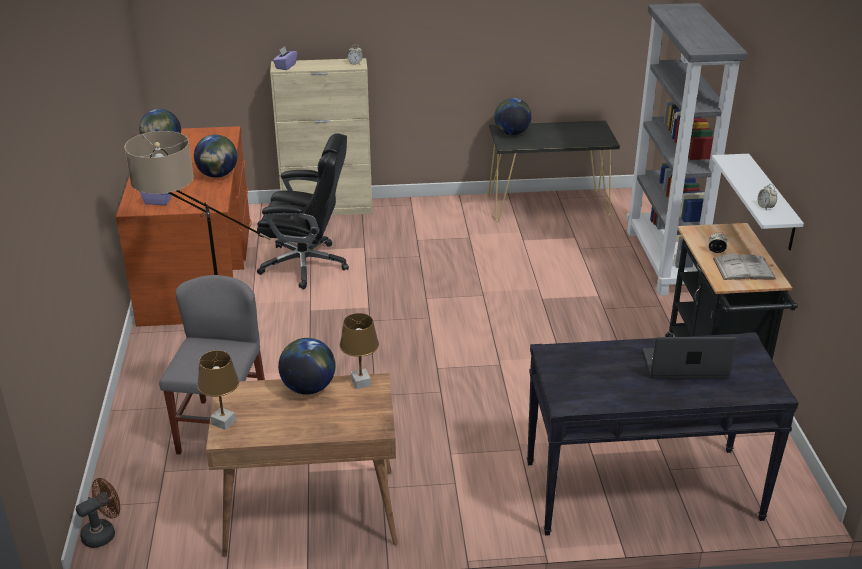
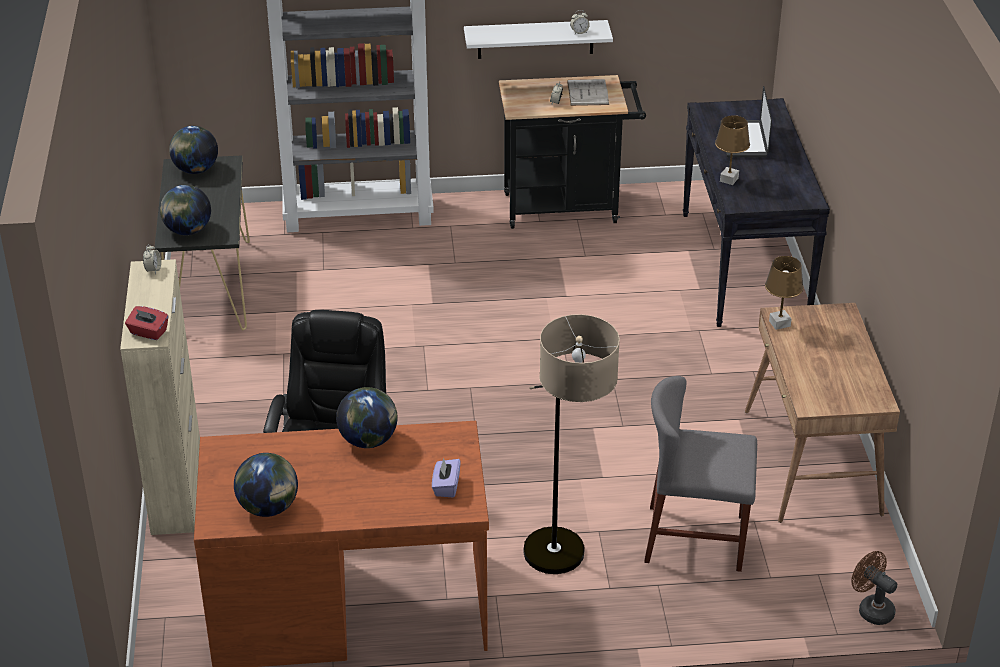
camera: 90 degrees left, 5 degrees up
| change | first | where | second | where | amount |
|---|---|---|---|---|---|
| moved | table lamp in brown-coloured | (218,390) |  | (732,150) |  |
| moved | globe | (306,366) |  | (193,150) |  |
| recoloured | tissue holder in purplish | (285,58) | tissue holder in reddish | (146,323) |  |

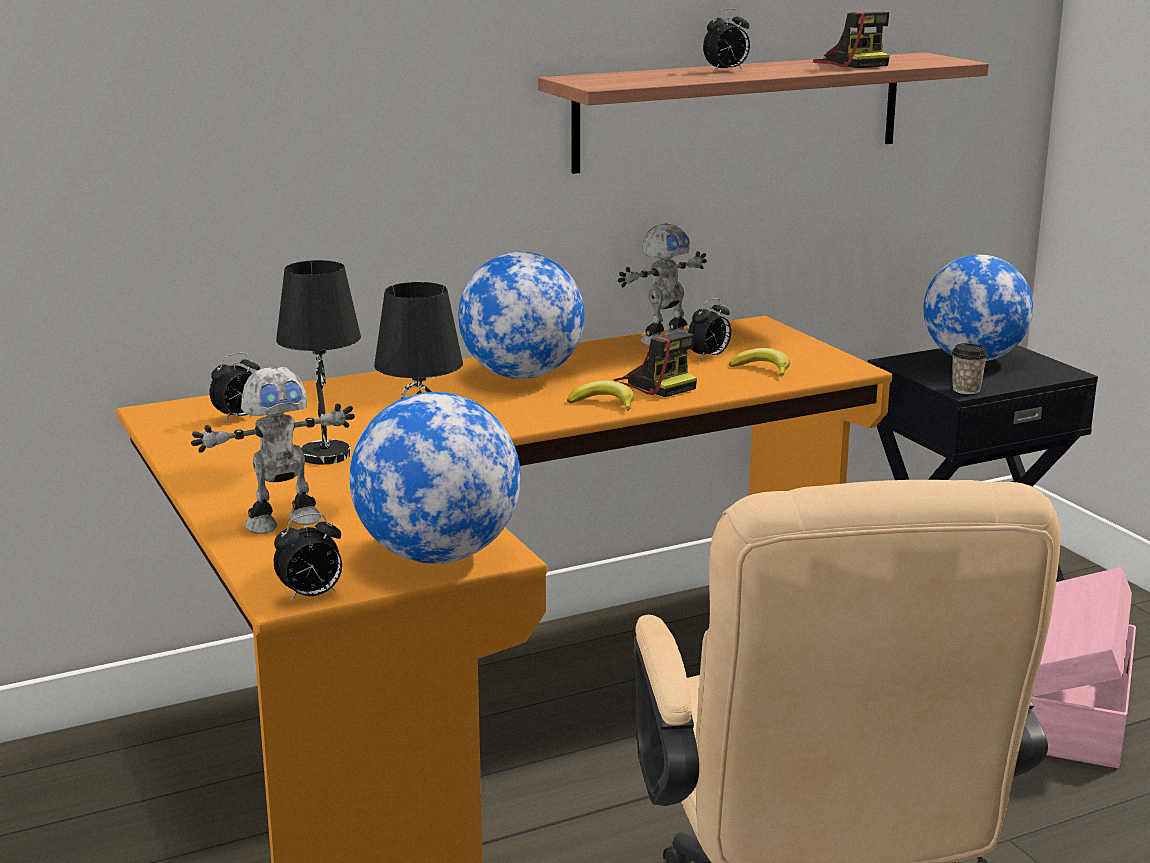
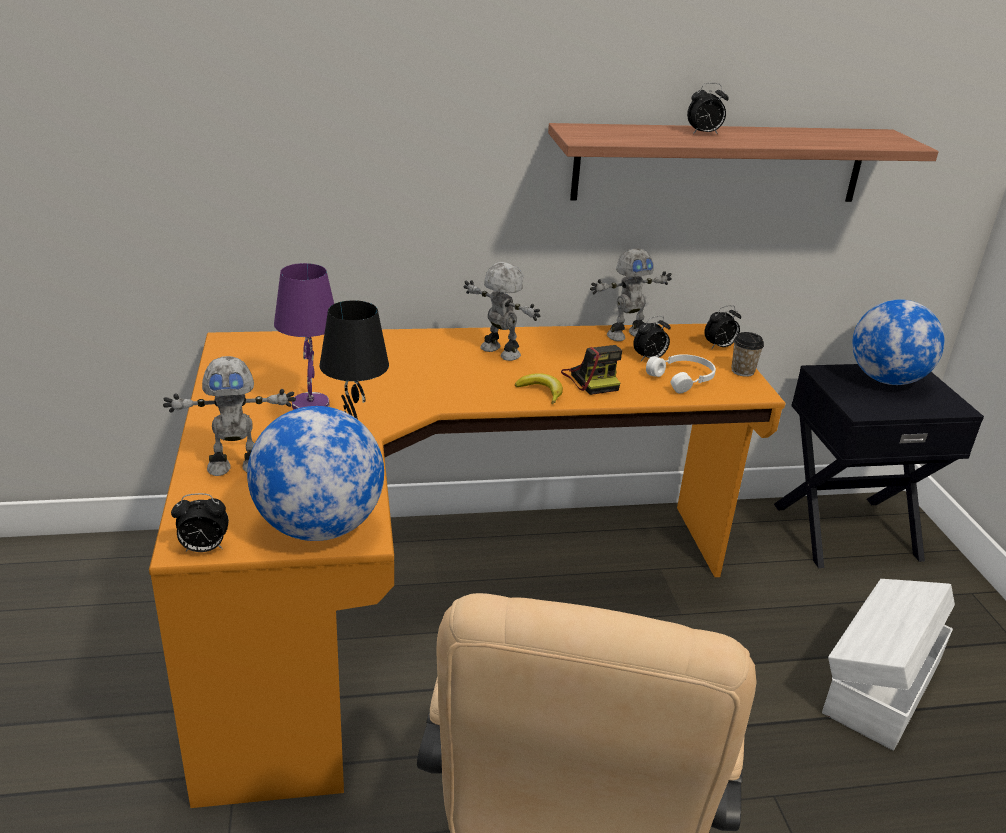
camera: 15 degrees right, 10 degrees up
| change | first | where | second | where | amount |
|---|---|---|---|---|---|
| removed | still camera | (851,40) |  |  |  |
| moved | table clock | (234,387) |  | (722,327) |  |
| moved | cup | (969,368) |  | (747,354) |  |
| replaced | globe | (521,315) | toy robot | (502,311) |  |
| replaced | banana | (759,362) | pair of headphones in white | (681,374) |  |
| recoloured | table lamp in blackish | (318,362) | table lamp in purplish | (304,336) |  |
| recoloured | storage container in pink-coloured | (1083,667) | storage container in white | (888,665) |  |

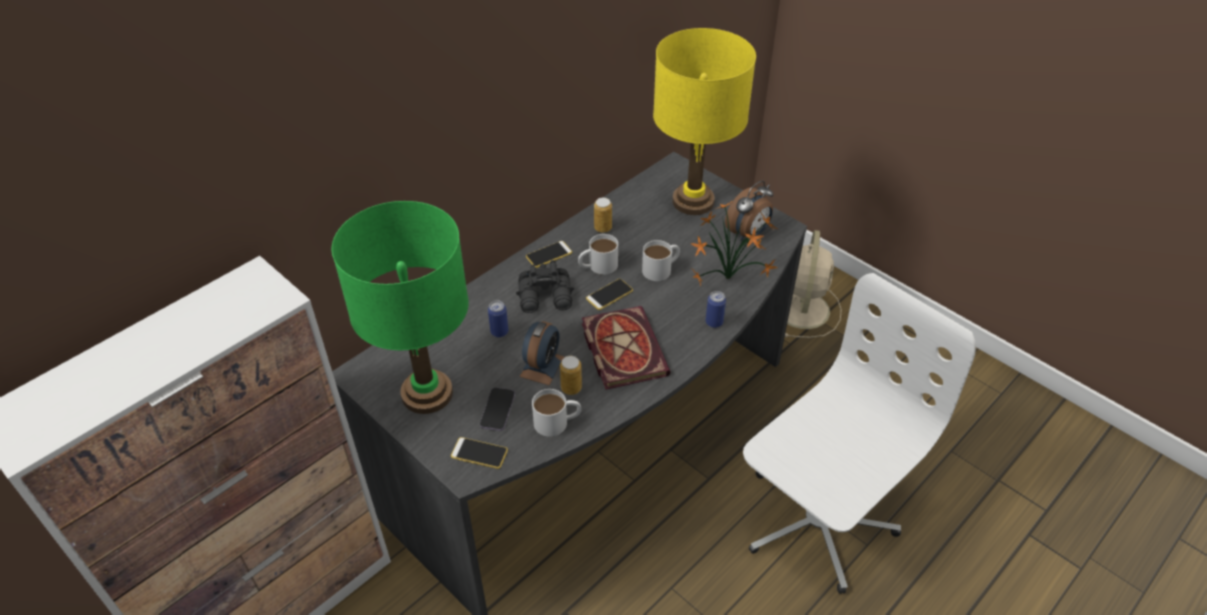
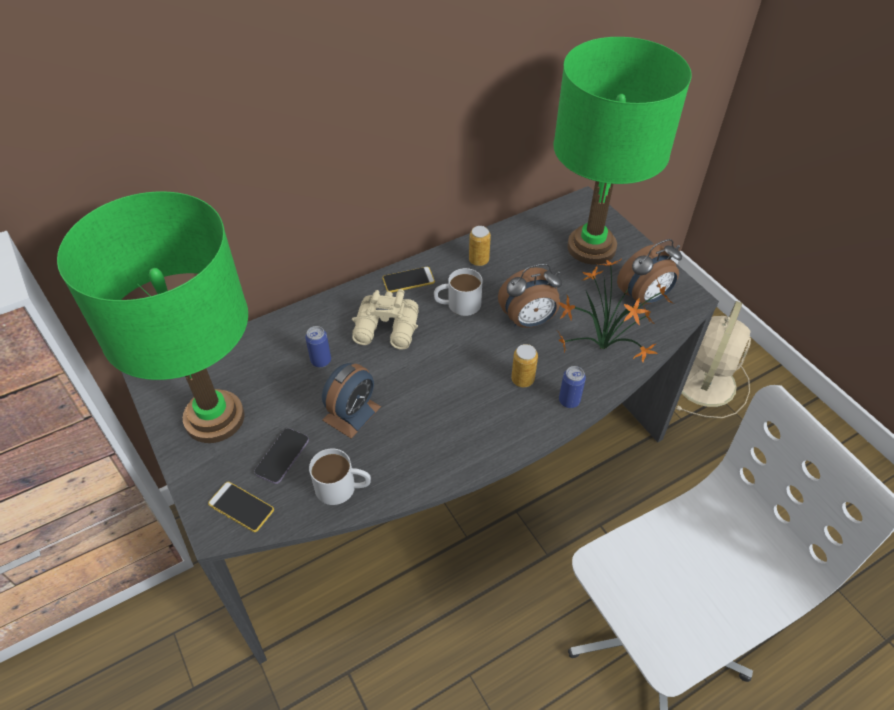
camera: 15 degrees right, 5 degrees up
| change | first | where | second | where | amount |
|---|---|---|---|---|---|
| removed | bound book | (626,348) |  |  |  |
| removed | telephone | (609,294) |  |  |  |
| moved | sealed can | (571,375) |  | (524,365) |  |
| replaced | coffee mug in white | (661,260) | table clock | (530,296) |  |
| recoloured | pair of binoculars in blackish | (545,286) | pair of binoculars in beige | (385,319) |  |
| recoloured | table lamp in yellowish | (704,121) | table lamp in green-coloured | (622,150) |  |

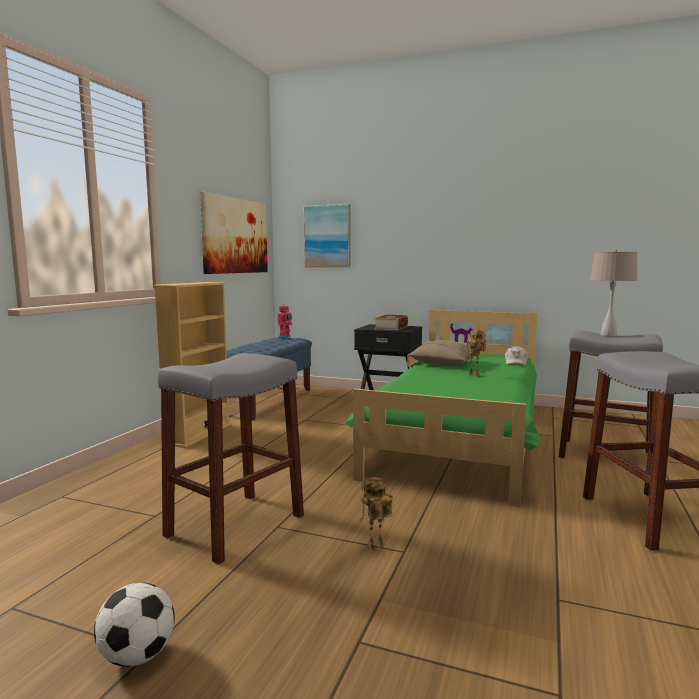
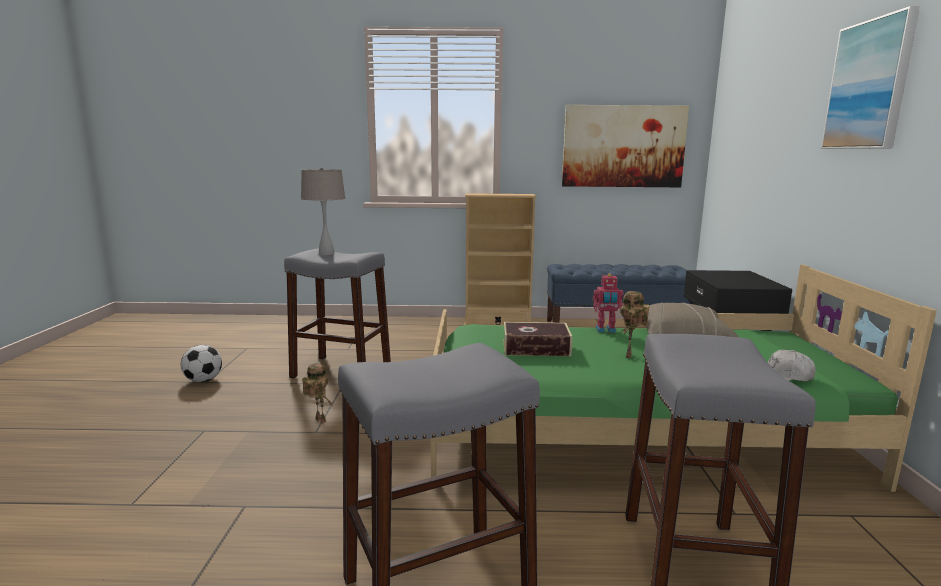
camera: 70 degrees right, 5 degrees up
| change | first | where | second | where | amount |
|---|---|---|---|---|---|
| moved | toy robot | (285,321) |  | (608,303) |  |
| moved | picture | (327,236) |  | (870,77) |  |
| moved | bound book | (391,322) |  | (537,339) |  |
| moved | table lamp in beige | (613,293) |  | (323,211) |  |

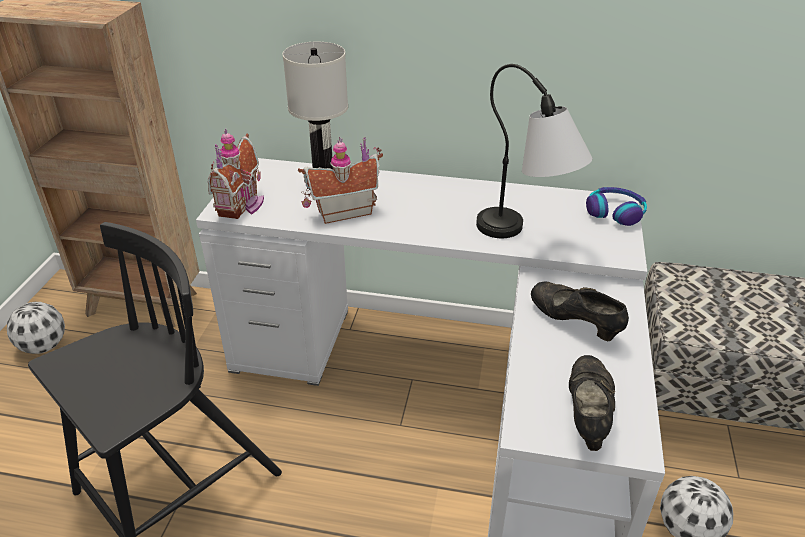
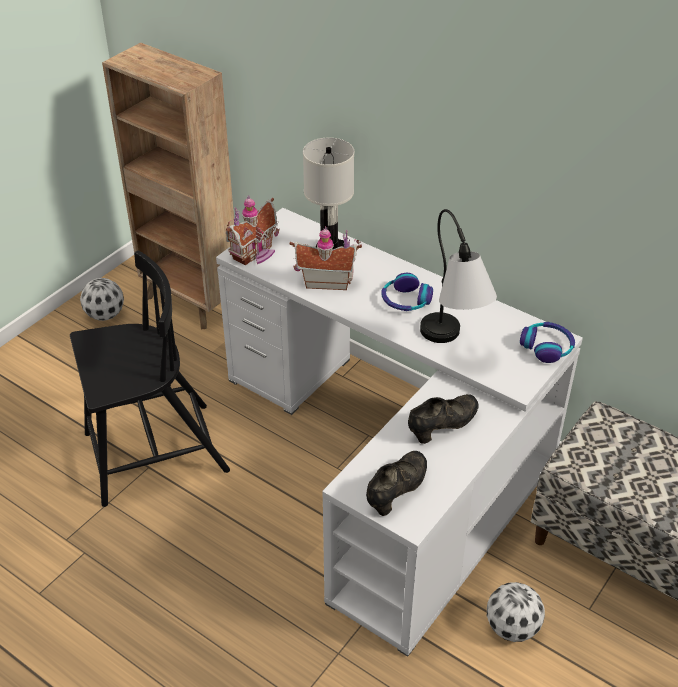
camera: 25 degrees right, 5 degrees up
| change | first | where | second | where | amount |
|---|---|---|---|---|---|
| added |  |  | pair of headphones | (407,292) |  |
| turned | item of footwear in blackish | (580,311) |  | (443,419) | 75 degrees clockwise |

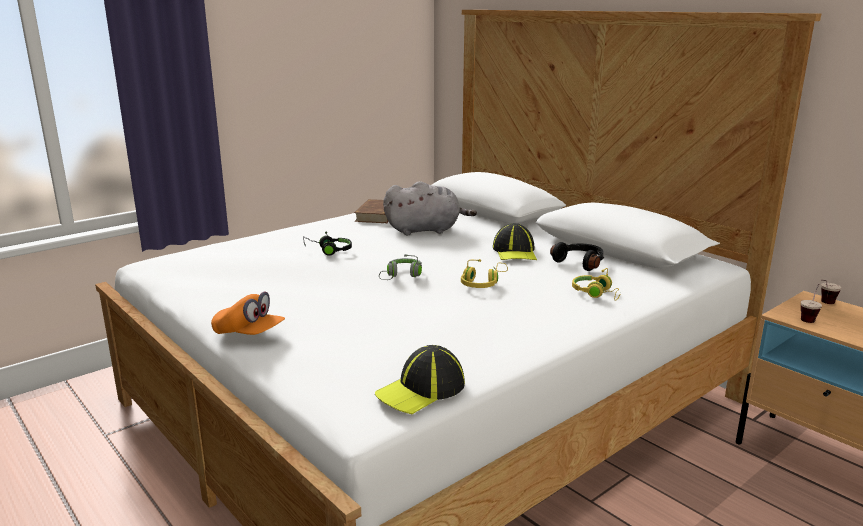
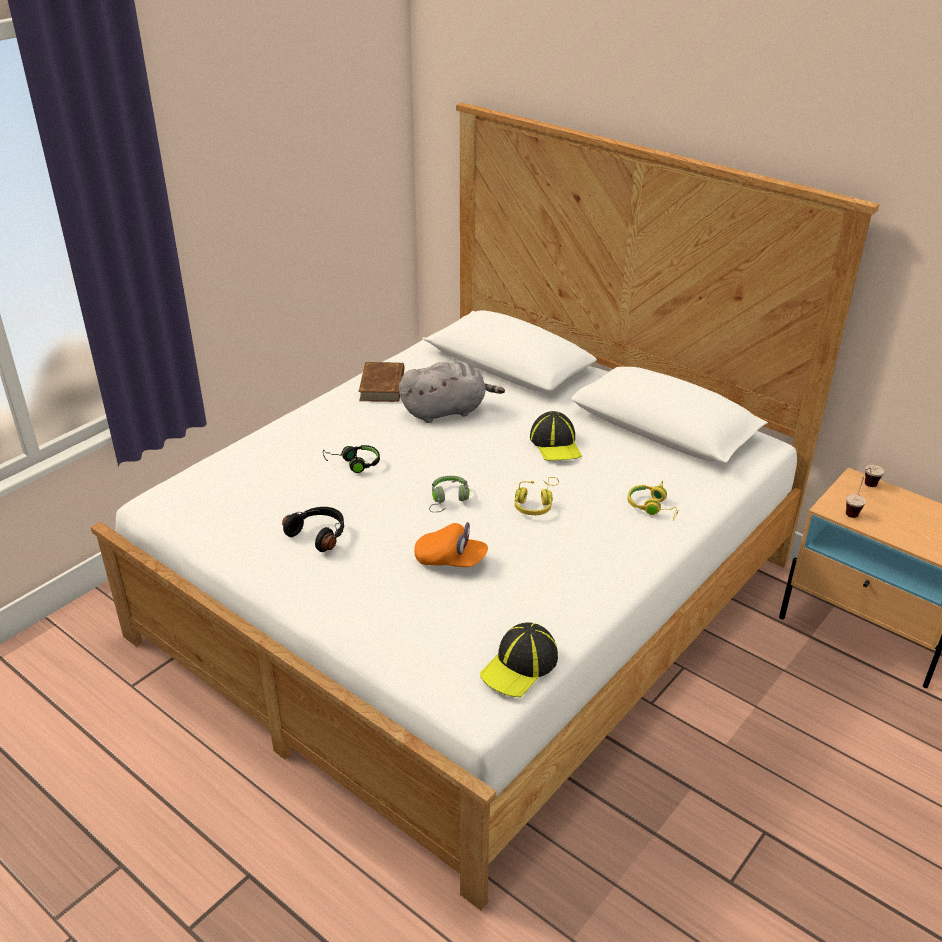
camera: 10 degrees left, 15 degrees up
| change | first | where | second | where | amount |
|---|---|---|---|---|---|
| moved | peaked cap in orange-coloured | (248,313) |  | (451,544) |  |
| moved | pair of headphones in blackish | (577,256) |  | (313,529) |  |

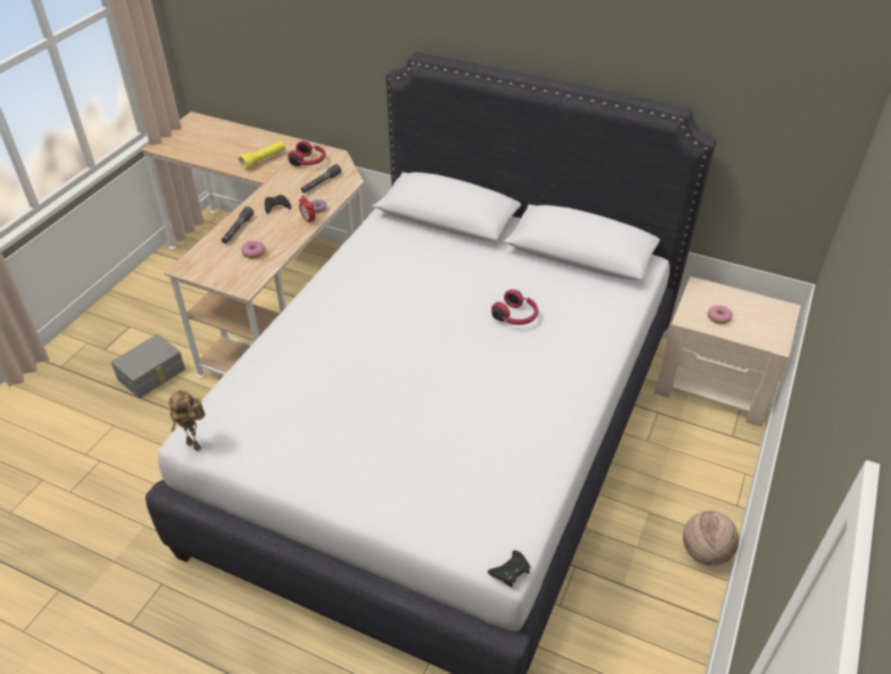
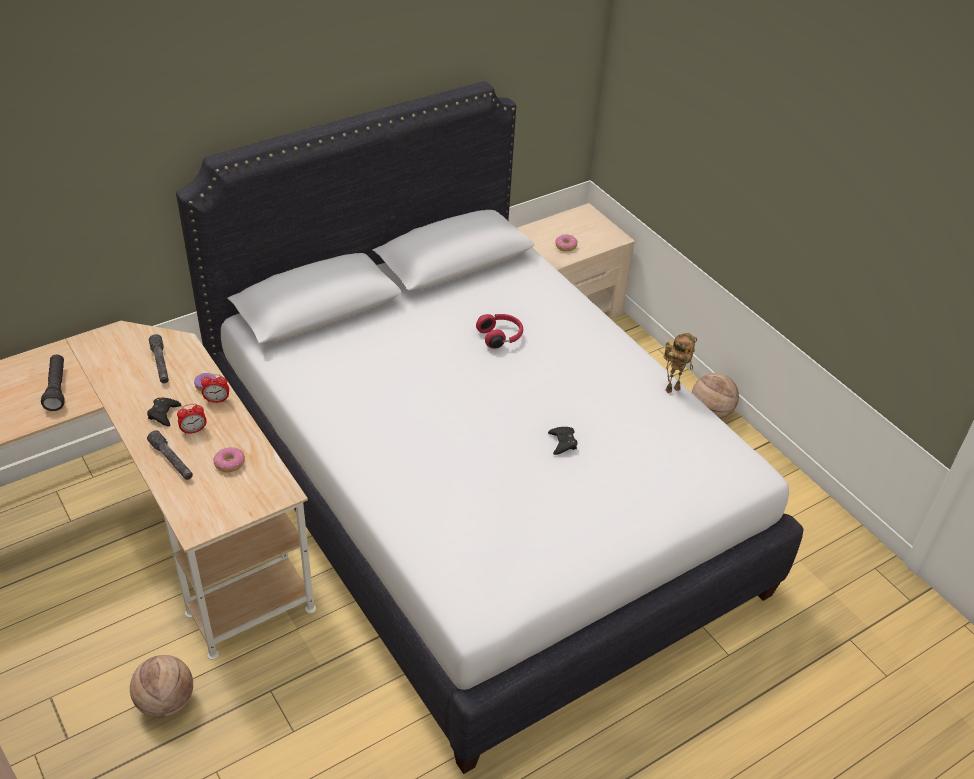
camera: 60 degrees left, 0 degrees up
| change | first | where | second | where | amount |
|---|---|---|---|---|---|
| removed | pair of headphones in reddish | (307,153) |  |  |  |
| added |  |  | table clock | (192,419) |  |
| moved | toy robot | (187,420) |  | (680,363) |  |
| moved | gamepad in blackish | (509,568) |  | (563,441) |  |
| replaced | storage container in greyish | (148,366) | basketball ball | (161,686) |  |
| recoloured | flashlight in yellowish | (261,155) | flashlight in blackish | (53,383) |  |

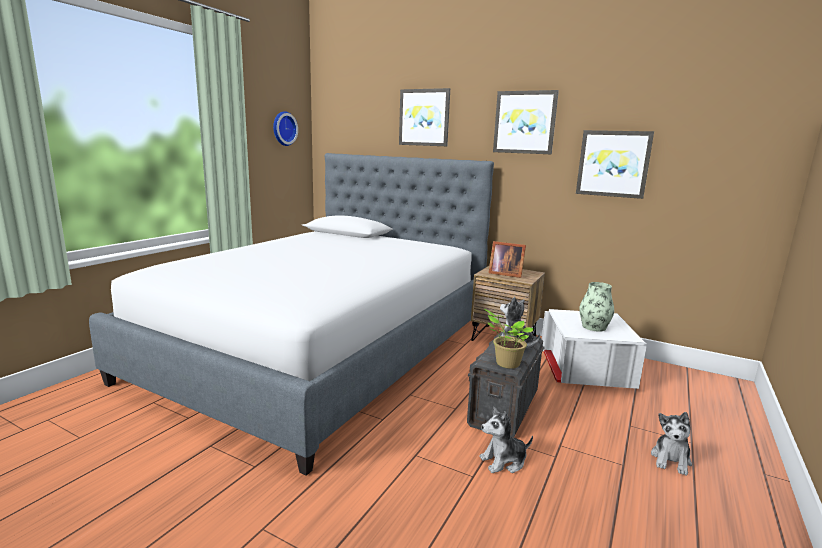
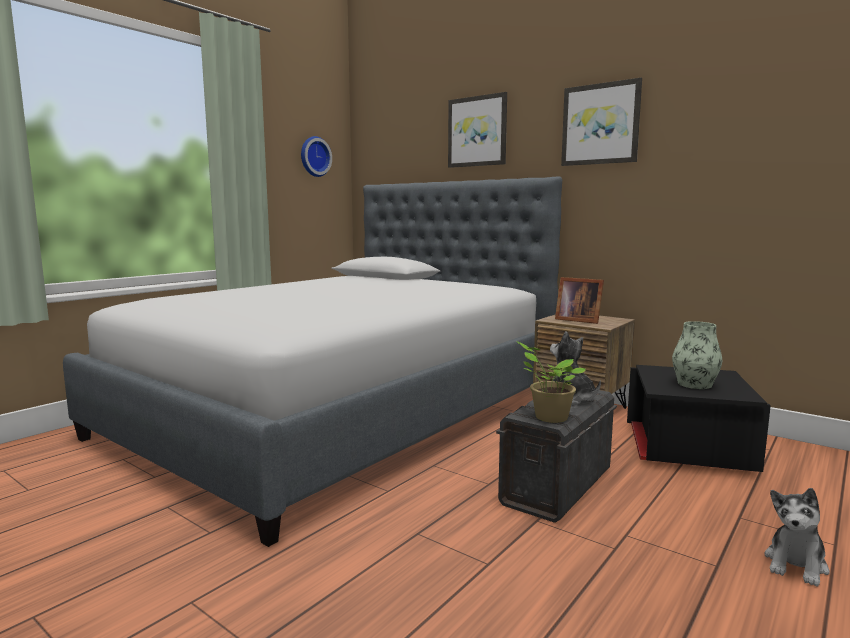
camera: 10 degrees right, 5 degrees down
| change | first | where | second | where | amount |
|---|---|---|---|---|---|
| removed | soft toy | (506,440) |  |  |  |
| removed | picture | (615,164) |  |  |  |
| recoloured | storage container in white | (594,349) | storage container in blackish | (699,418) |  |

